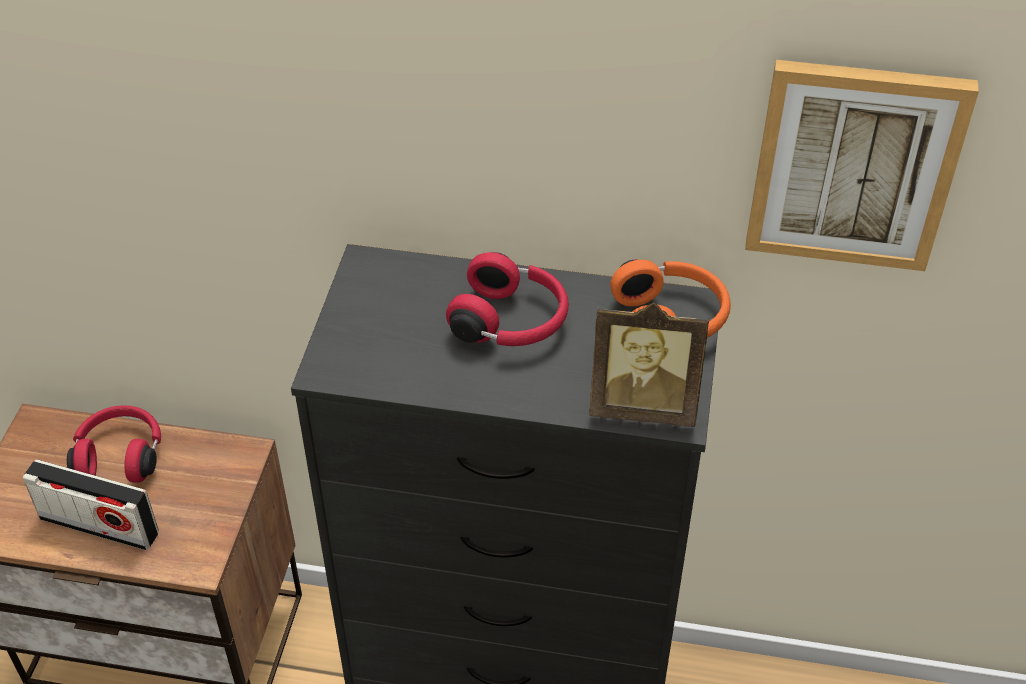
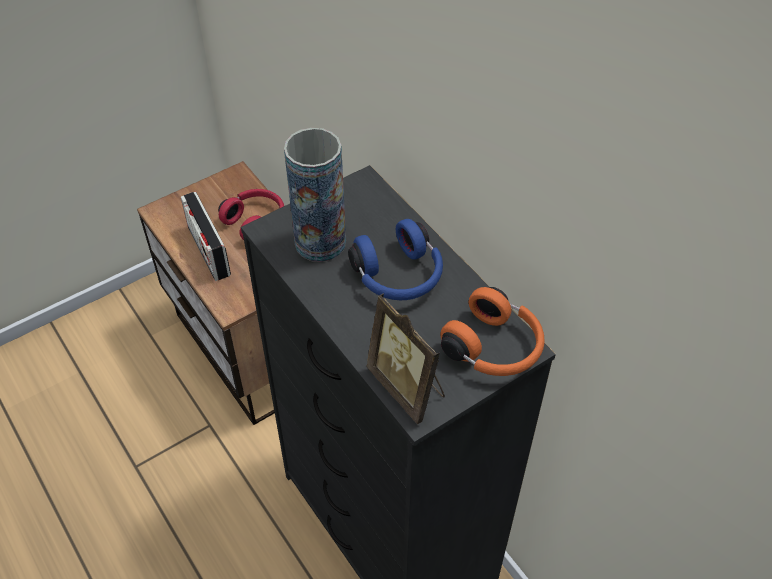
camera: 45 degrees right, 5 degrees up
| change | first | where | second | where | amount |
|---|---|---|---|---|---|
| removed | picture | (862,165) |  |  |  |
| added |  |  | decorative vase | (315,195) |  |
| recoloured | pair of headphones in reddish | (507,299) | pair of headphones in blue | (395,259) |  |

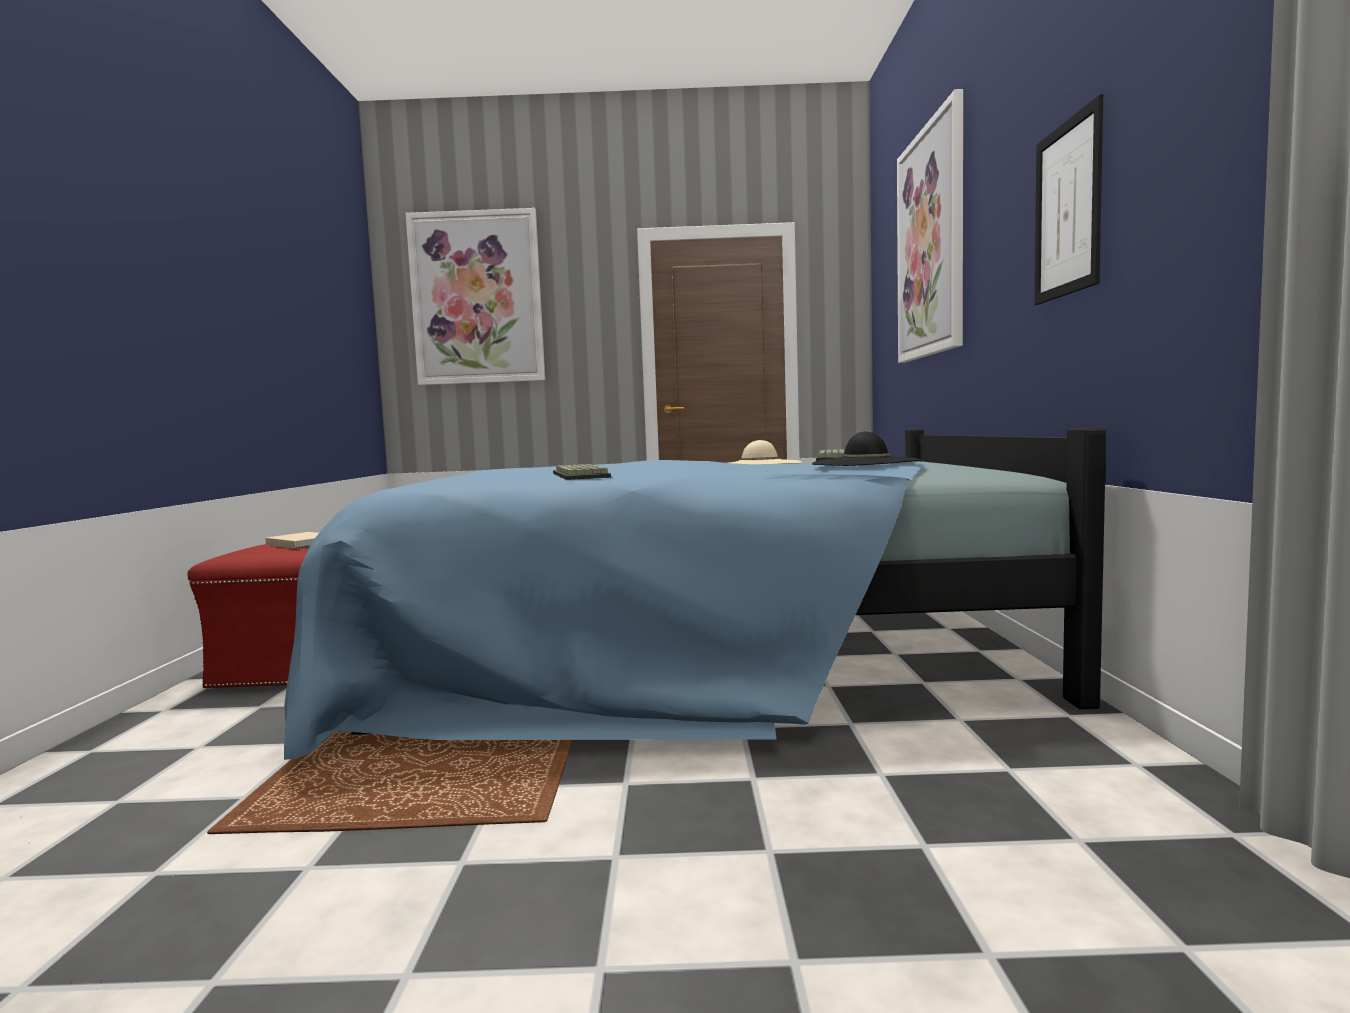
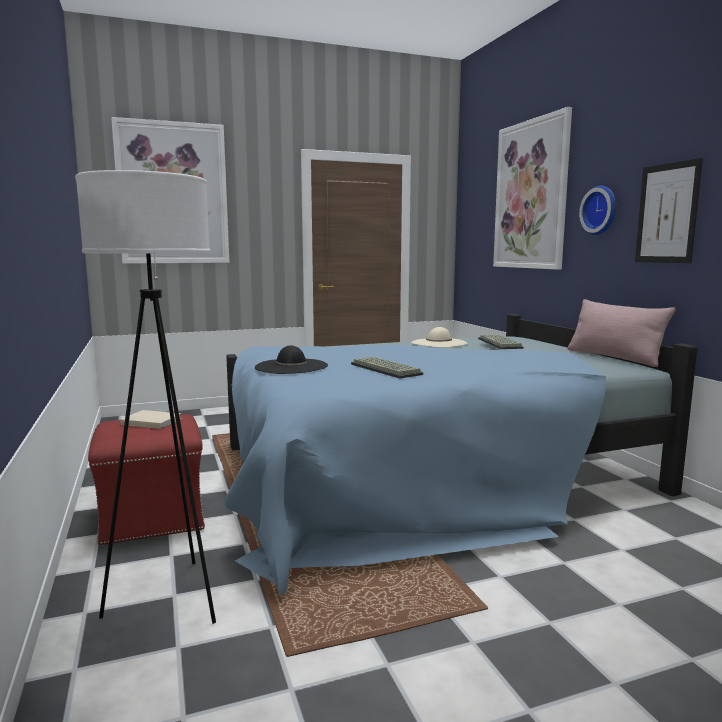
camera: 20 degrees left, 5 degrees up
| change | first | where | second | where | amount |
|---|---|---|---|---|---|
| added |  |  | standing lamp in white | (145,397) |  |
| added |  |  | cushion in pink-coloured | (621,333) |  |
| added |  |  | hanging clock | (597,210) |  |
| moved | clothing hat in blackish | (867,449) |  | (291,360) |  |

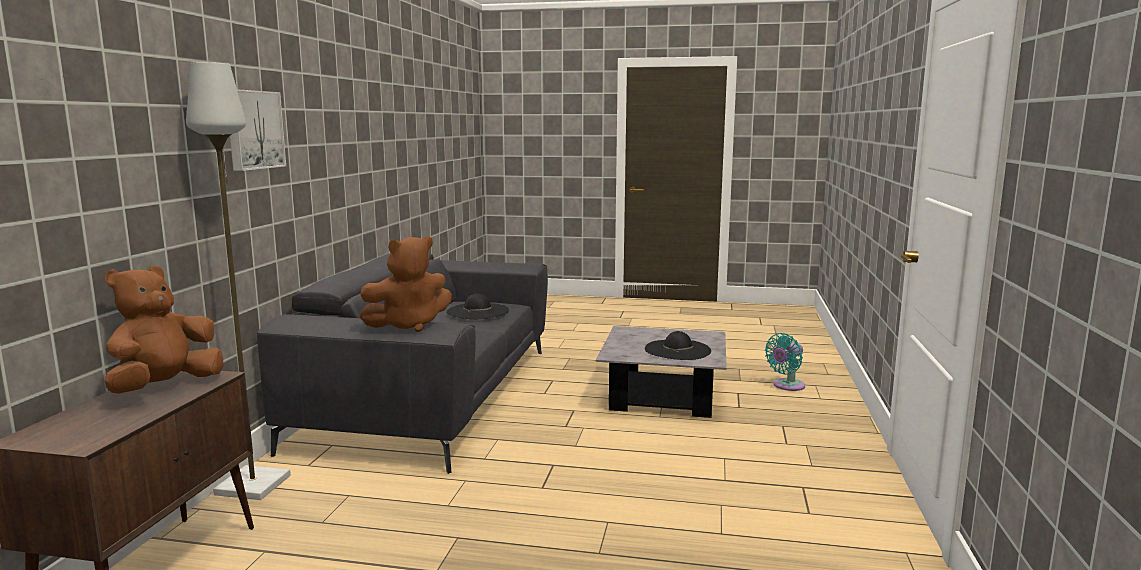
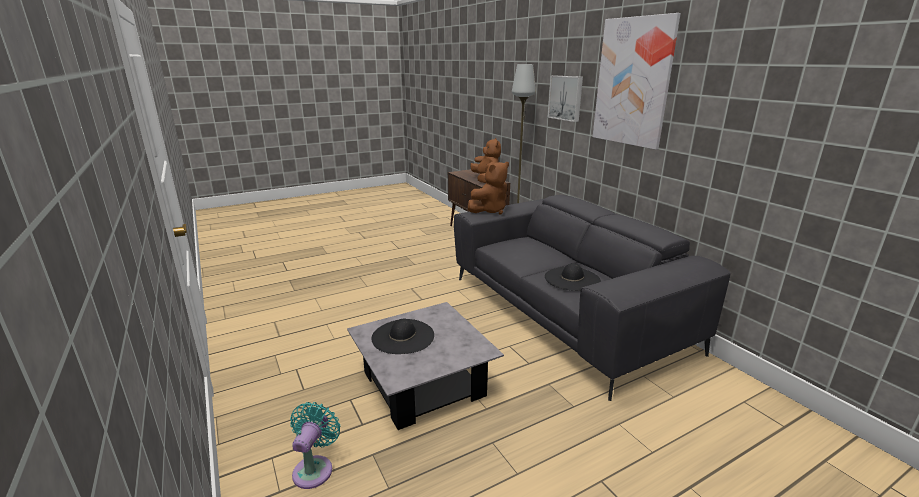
camera: 140 degrees right, 10 degrees up
| change | first | where | second | where | amount |
|---|---|---|---|---|---|
| added |  |  | picture | (637,81) |  |
| turned | soft toy in brown-coloured | (406,284) |  | (488,188) | 150 degrees counterclockwise |

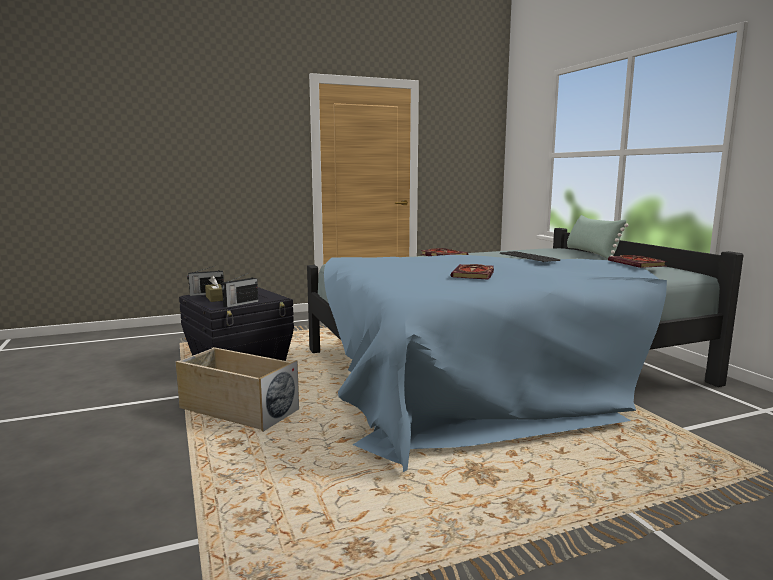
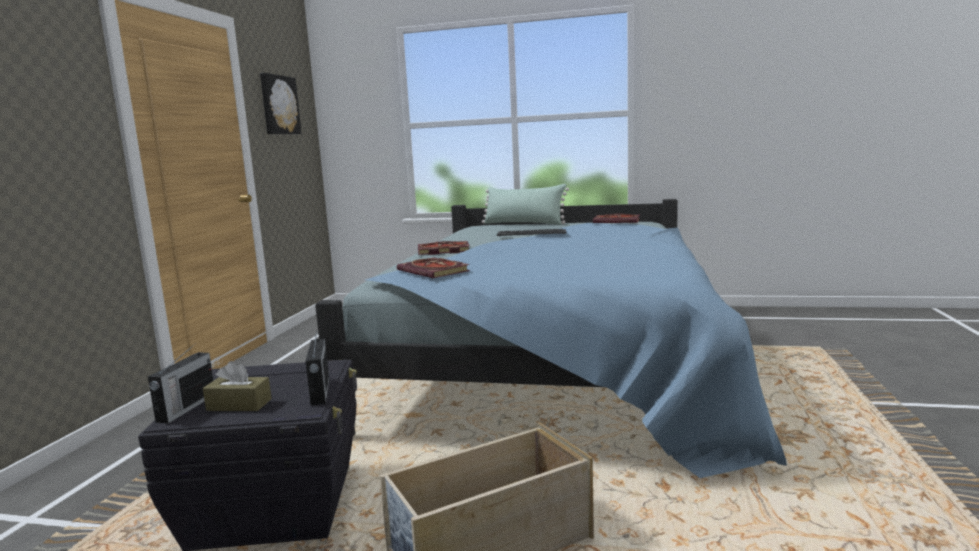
camera: 55 degrees left, 0 degrees up
| change | first | where | second | where | amount |
|---|---|---|---|---|---|
| added |  |  | picture | (281,103) |  |
| moved | bound book | (472,272) |  | (433,267) |  |

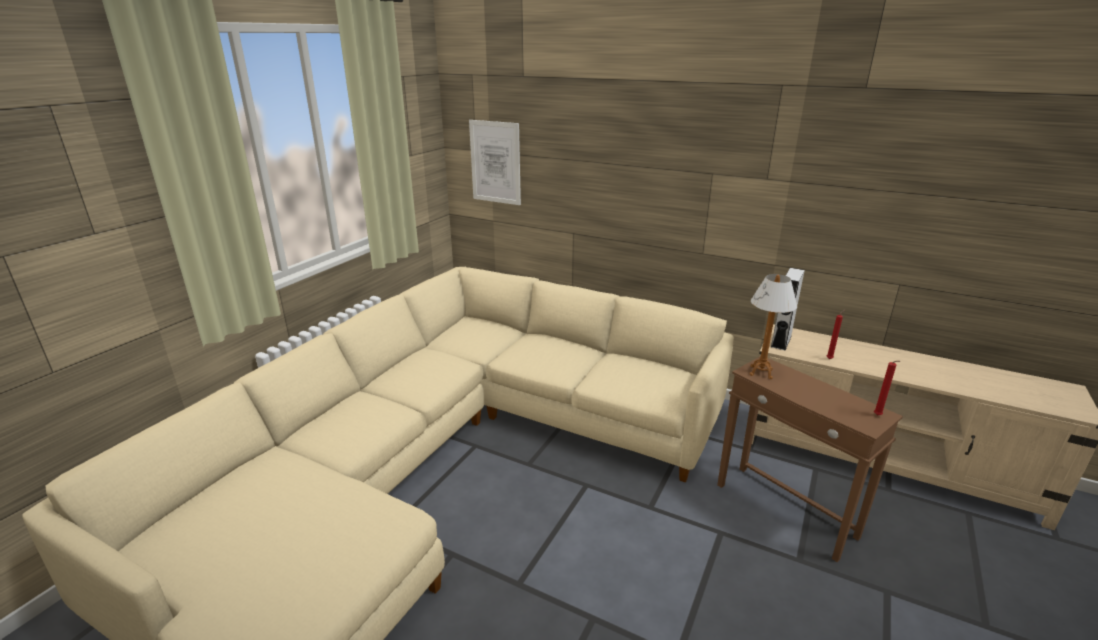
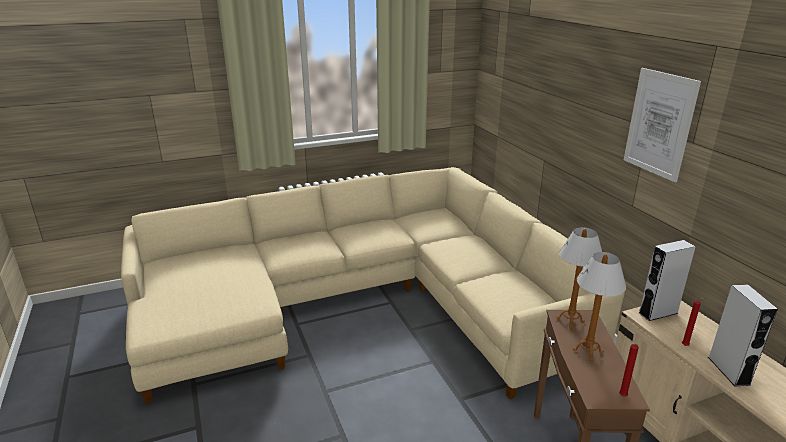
camera: 40 degrees right, 0 degrees up
| change | first | where | second | where | amount |
|---|---|---|---|---|---|
| added |  |  | table lamp | (599,306) |  |
| added |  |  | loudspeaker in greyish | (743,335) |  |
| moved | picture | (495,162) |  | (662,125) |  |

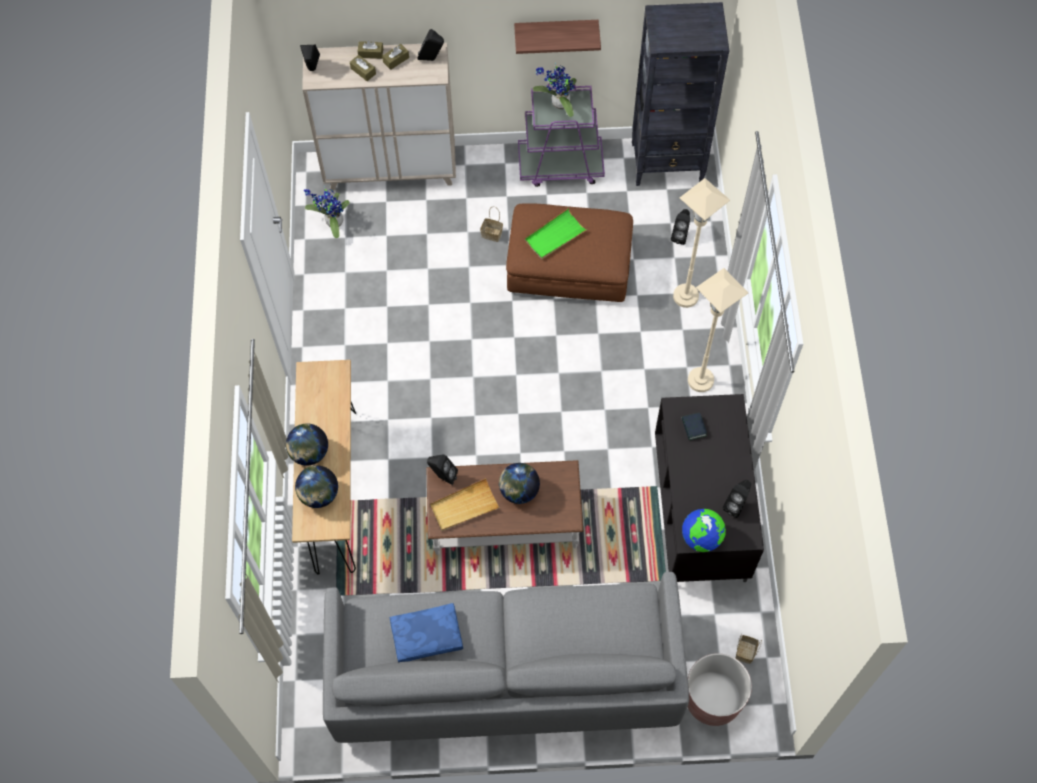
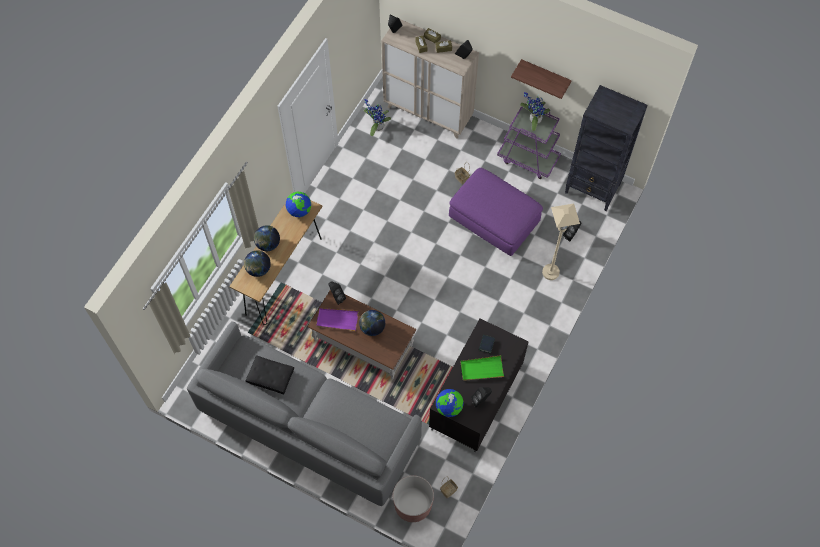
camera: 30 degrees right, 0 degrees up
| change | first | where | second | where | amount |
|---|---|---|---|---|---|
| removed | standing lamp in beige | (718,330) |  |  |  |
| added |  |  | globe | (298,204) |  |
| moved | carrying tray in green-coloured | (556,233) |  | (482,368) |  |
| recoloured | cushion in blue | (426,632) | cushion in blackish | (269,374) |  |
| recoloured | carrying tray in beige | (465,504) | carrying tray in purplish | (337,319) |  |
| recoloured | pouffe in brown-coloured | (569,252) | pouffe in purplish | (496,212) |  |

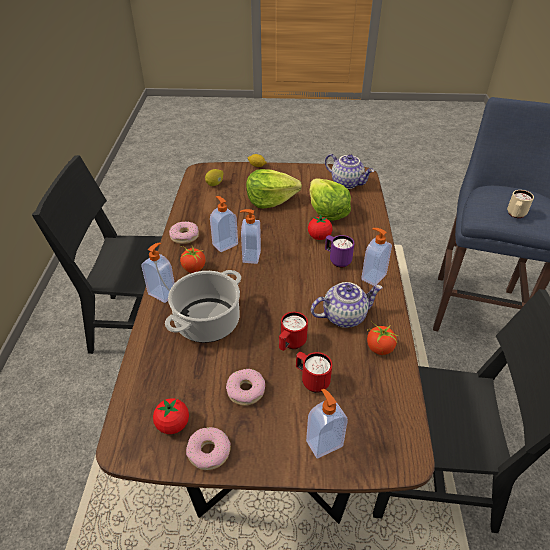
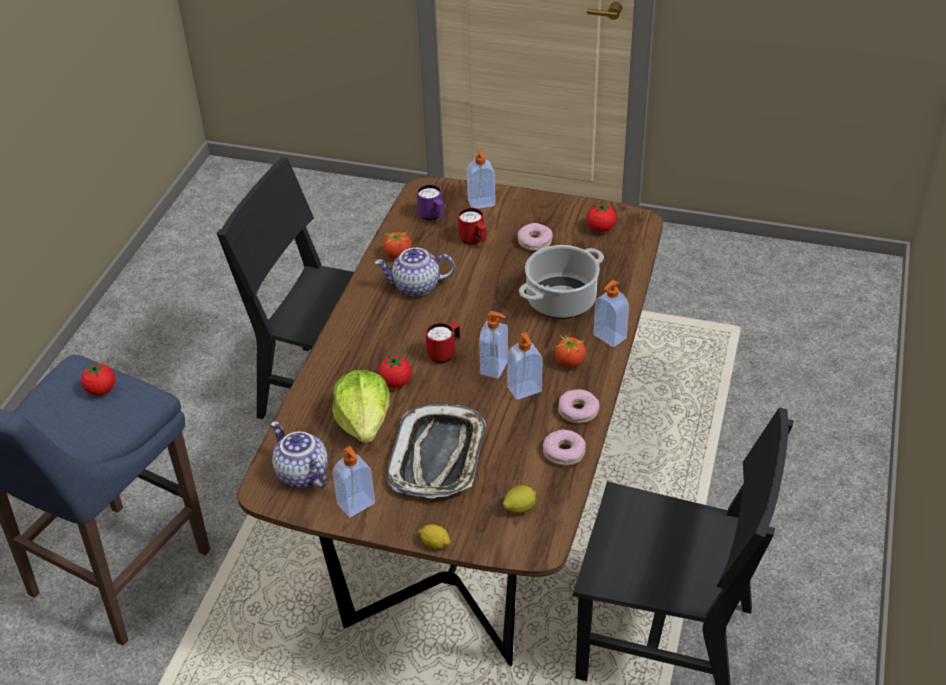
camera: 165 degrees left, 0 degrees up
| change | first | where | second | where | amount |
|---|---|---|---|---|---|
| moved | ring doughnut | (208,448) |  | (564,447) |  |
| moved | coffee mug in reddish | (293,331) |  | (443,342) |  |
| moved | coffee mug in purplish | (339,251) |  | (430,202) |  |
| moved | soap bottle | (376,257) |  | (353,482) |  |
| replaced | head of lettuce | (274,188) | carrying tray | (436,451) |  |
| replaced | coffee mug in beige | (520,204) | tomato | (98,378) |  |

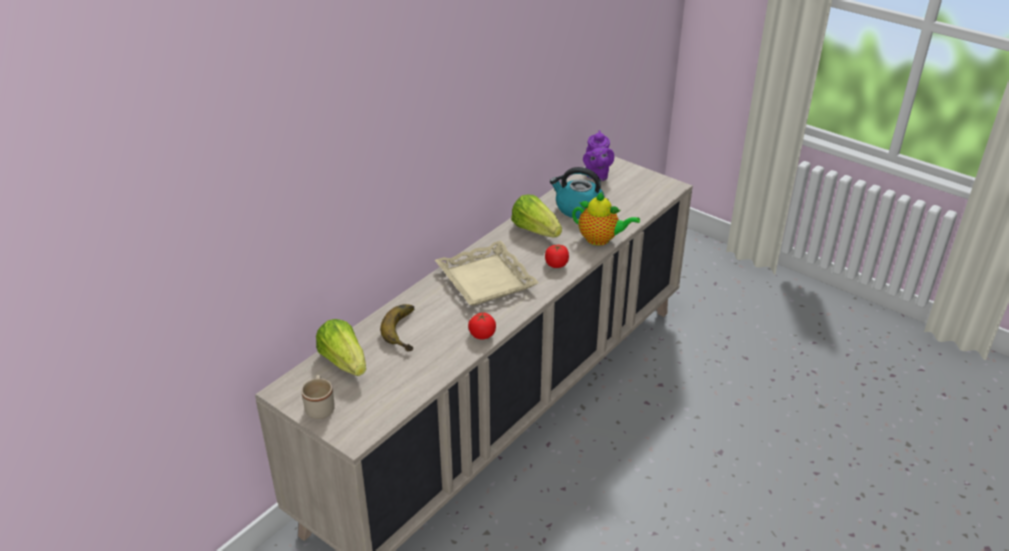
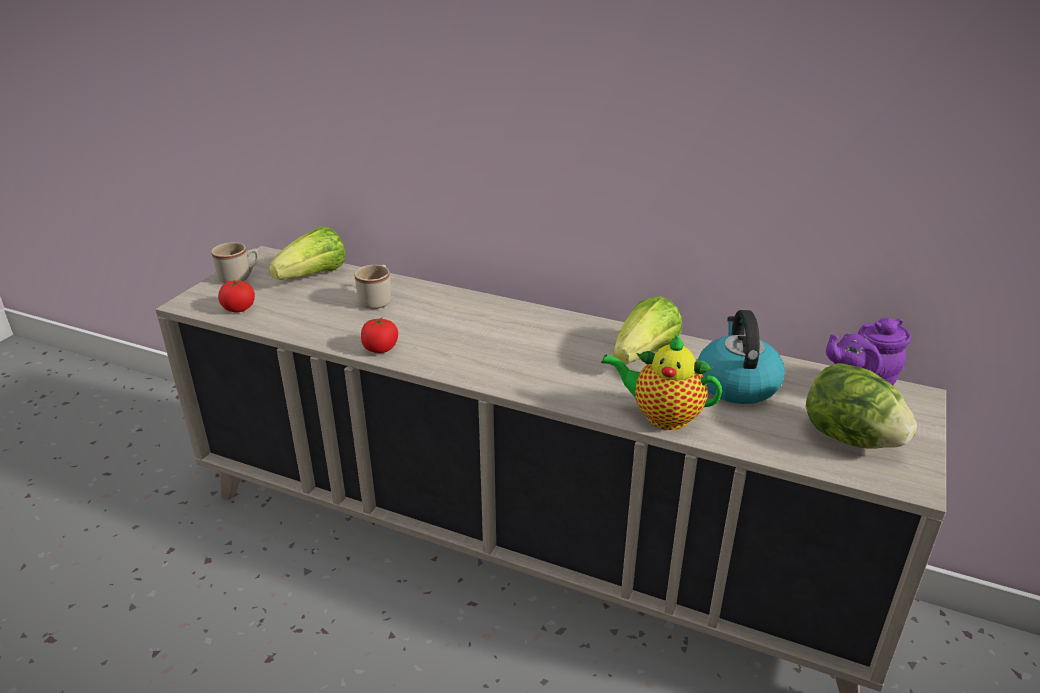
camera: 75 degrees right, 5 degrees down
| change | first | where | second | where | amount |
|---|---|---|---|---|---|
| removed | carrying tray in beige | (487,273) |  |  |  |
| added |  |  | head of lettuce | (861,406) |  |
| moved | tomato | (557,256) |  | (236,296) |  |
| replaced | banana | (397,327) | coffee mug in beige | (372,287) |  |
| turned | pot for tea | (606,219) |  | (661,382) | 105 degrees clockwise |

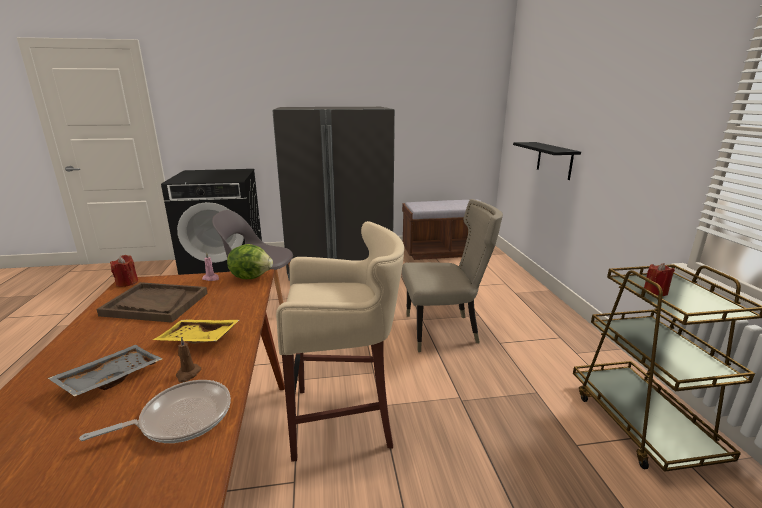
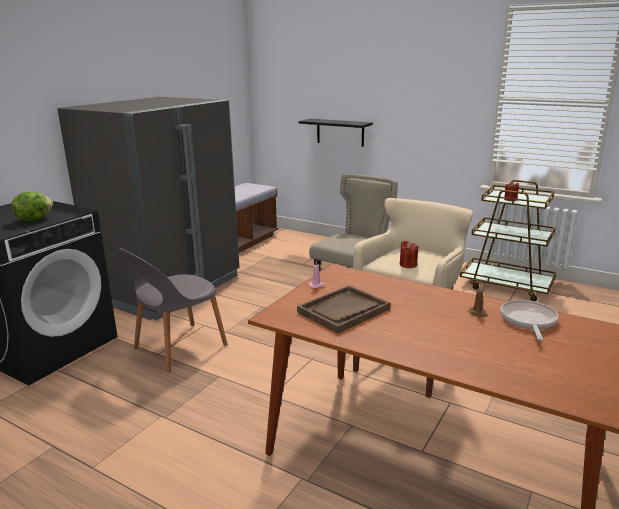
camera: 50 degrees left, 0 degrees up
| change | first | where | second | where | amount |
|---|---|---|---|---|---|
| removed | carrying tray in greyish | (105,371) |  |  |  |
| removed | carrying tray in yellowish | (196,331) |  |  |  |
| moved | candle in reddish | (124,271) |  | (409,254) |  |
| moved | head of lettuce | (250,261) |  | (32,206) |  |

